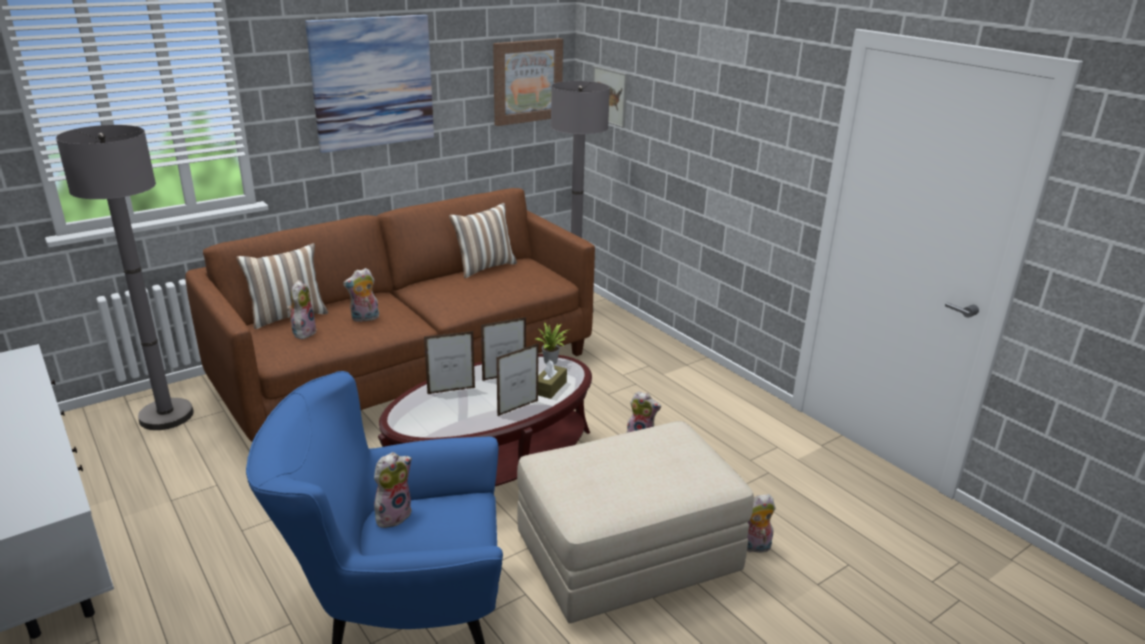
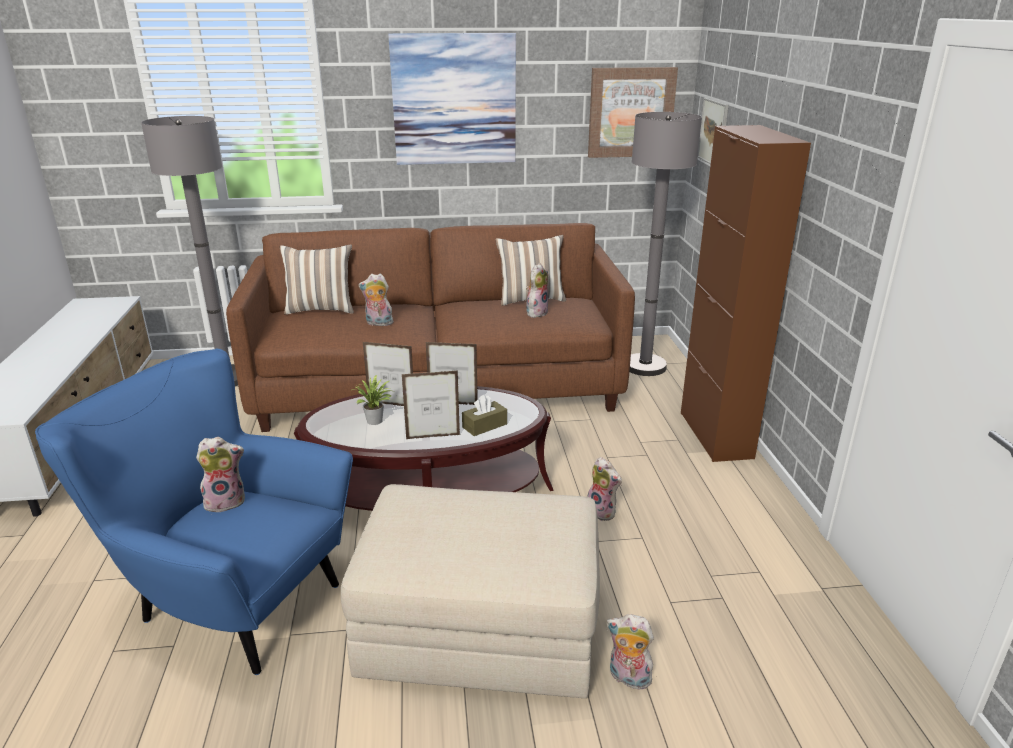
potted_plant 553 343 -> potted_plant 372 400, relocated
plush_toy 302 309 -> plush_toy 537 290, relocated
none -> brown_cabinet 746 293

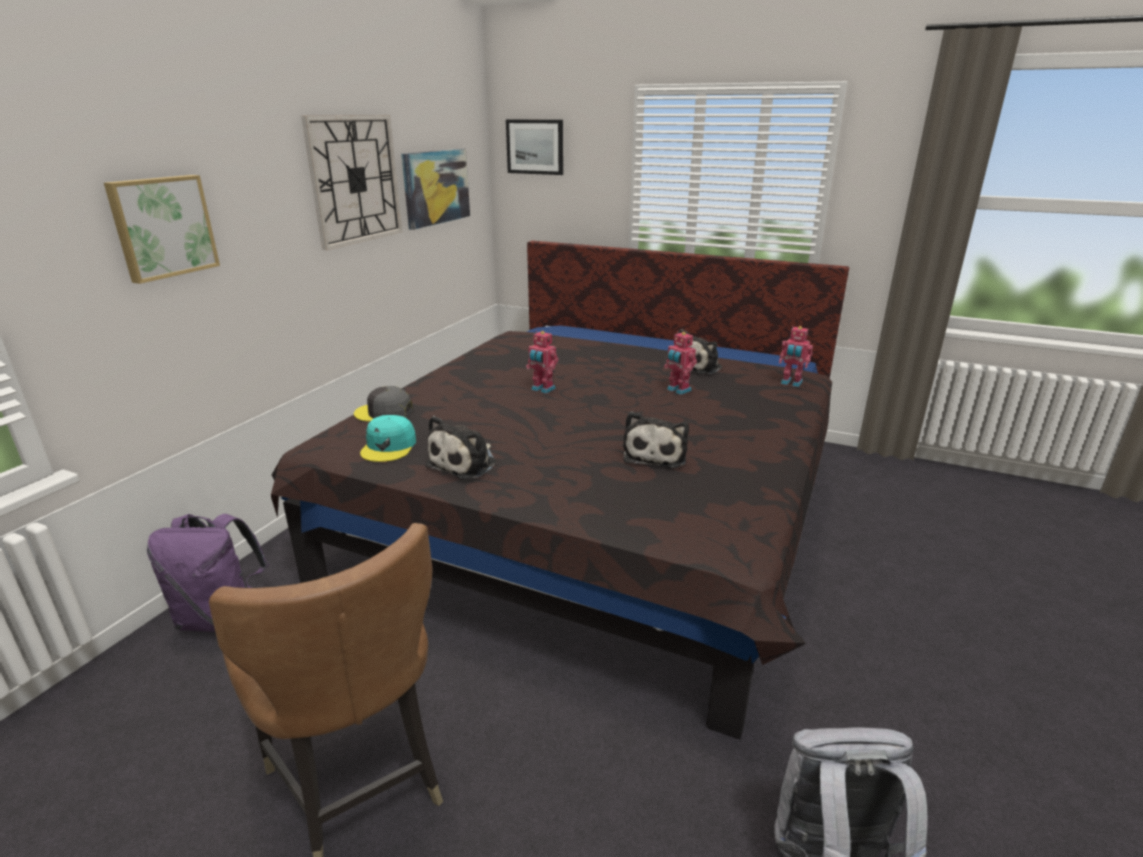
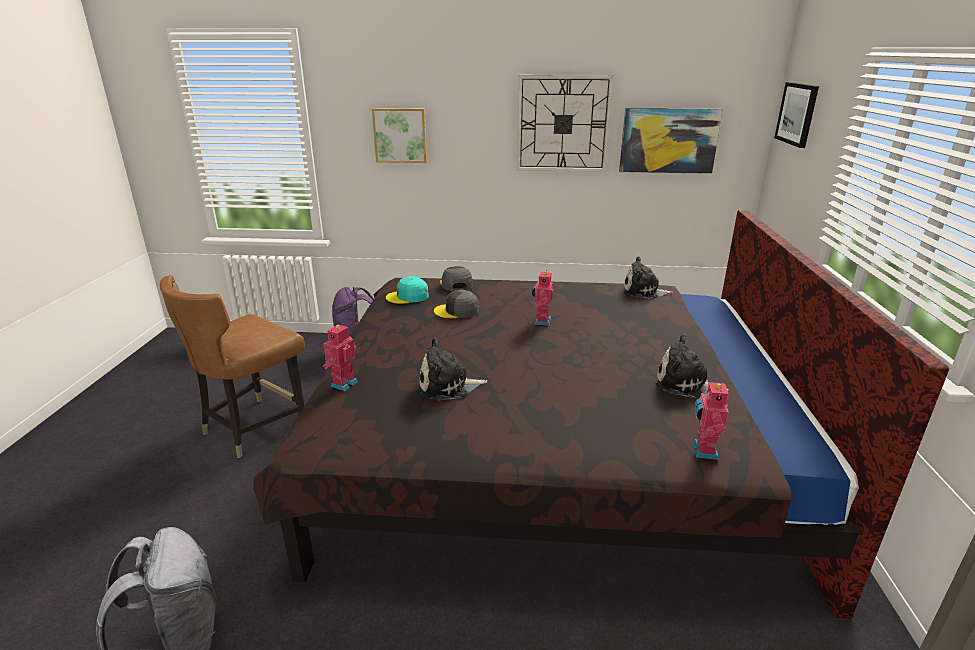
toy_robot 680 363 -> toy_robot 340 357, relocated
none -> grey_cap 456 304
plush_toy 460 447 -> plush_toy 648 277, relocated

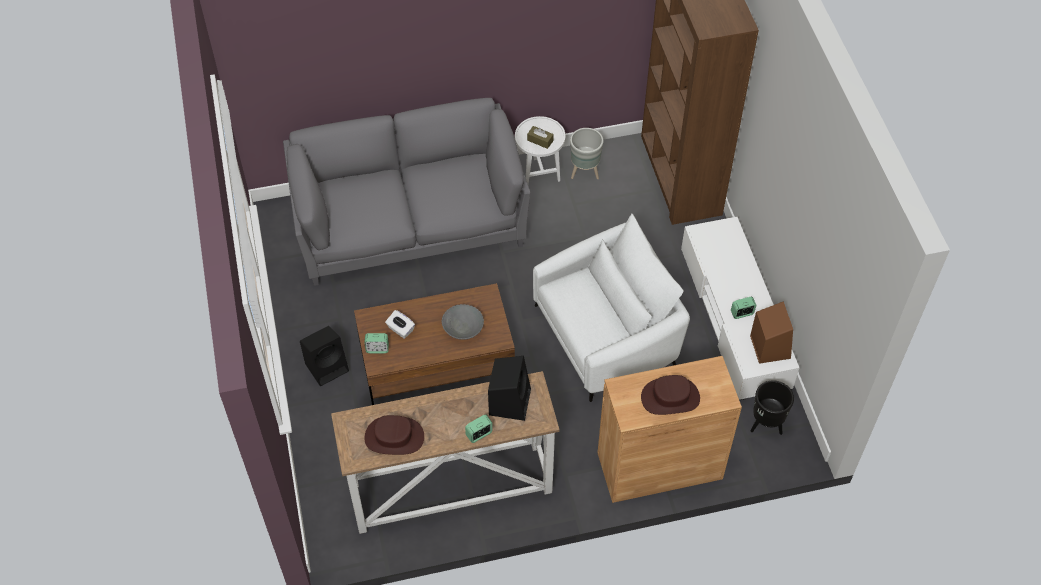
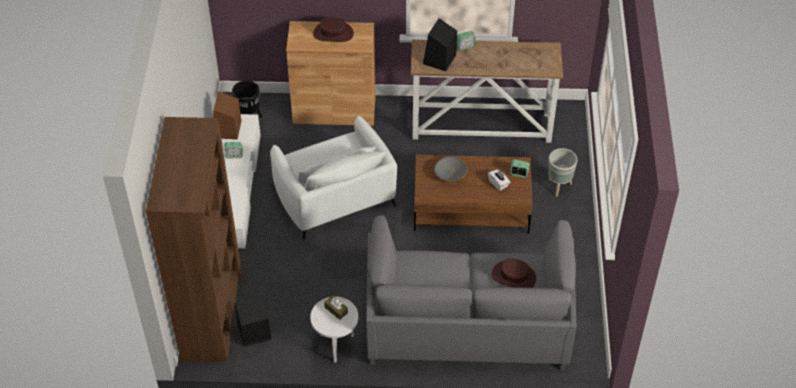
black_speaker 324 356 -> black_speaker 253 321, relocated
white_armchair 611 308 -> white_armchair 333 178, 105 degrees counterclockwise
brown_hat 394 435 -> brown_hat 514 273, relocated
grey_planter 587 153 -> grey_planter 563 172, relocated

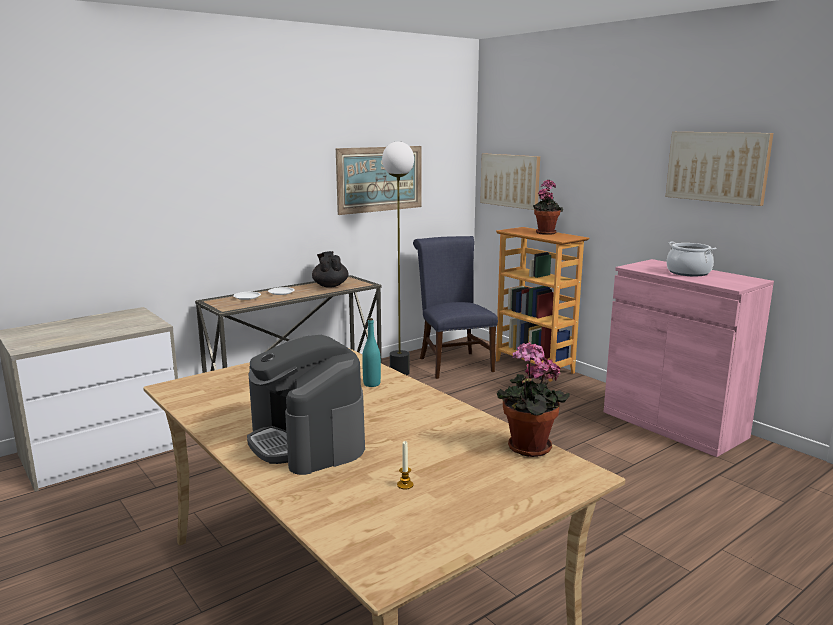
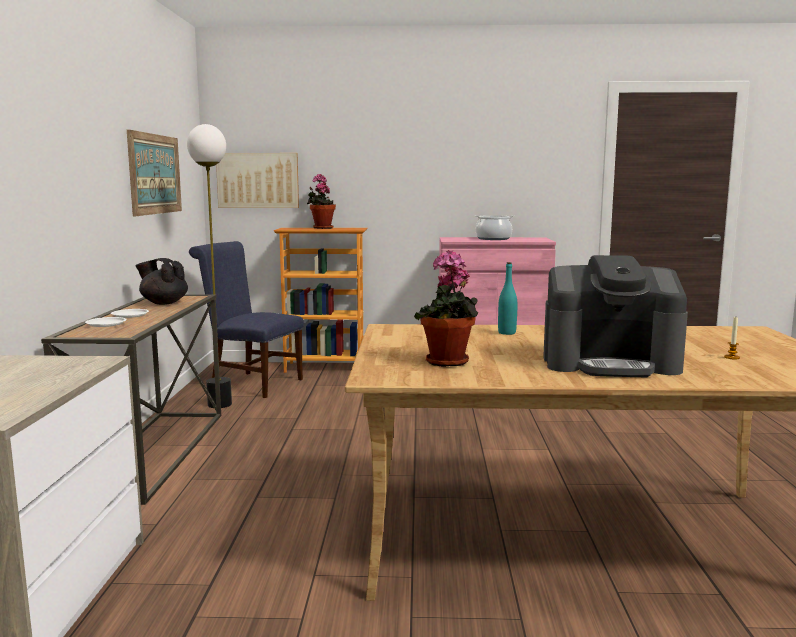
potted_plant 533 399 -> potted_plant 446 308, relocated
picture 719 169 -> none

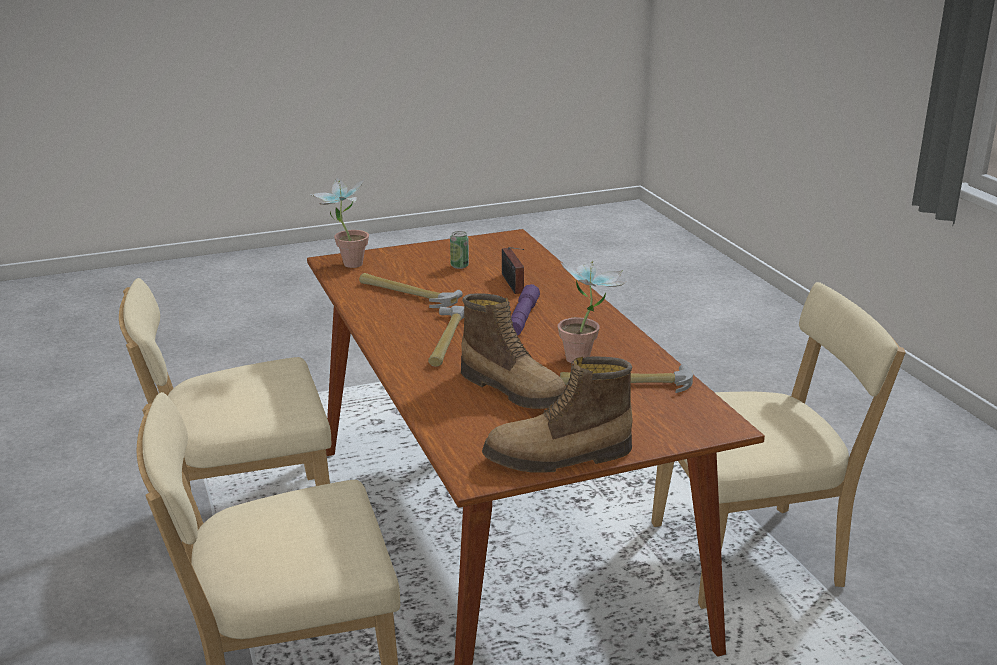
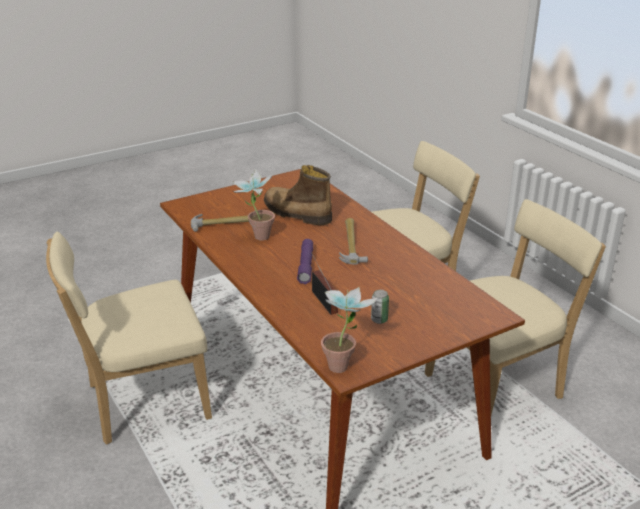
potted_plant 339 222 -> potted_plant 349 330, relocated
hammer 411 290 -> none
boot 557 414 -> none

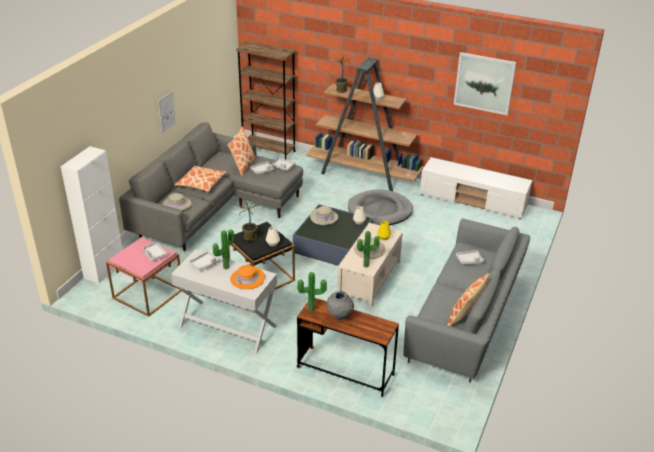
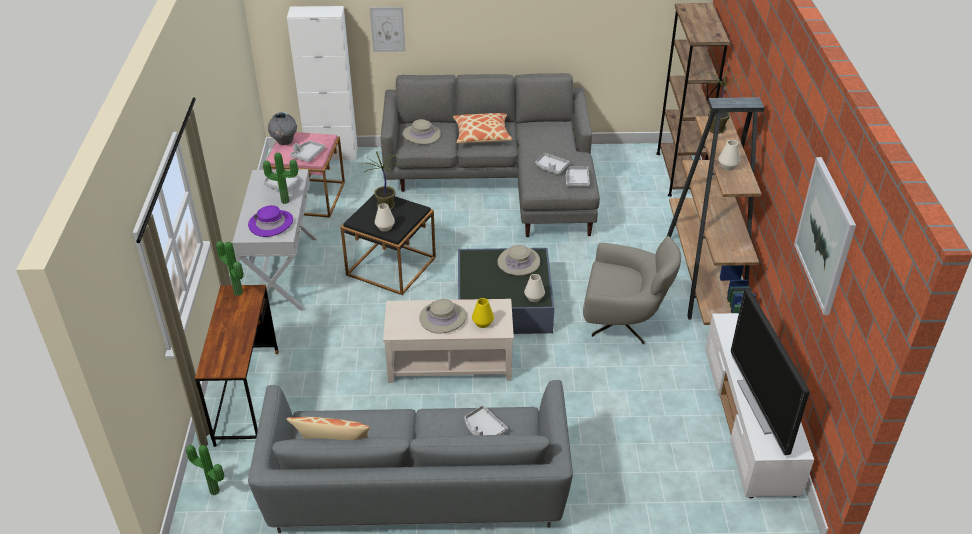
potted_plant 368 249 -> potted_plant 205 470, relocated
orange_hat 247 277 -> purple_hat 270 221
grey_vase 340 305 -> grey_vase 282 128, relocated
picture 167 112 -> picture 388 29, relocated
grey_dog_bed 380 207 -> grey_armchair 632 290
none -> television 770 372
pillow 242 151 -> none

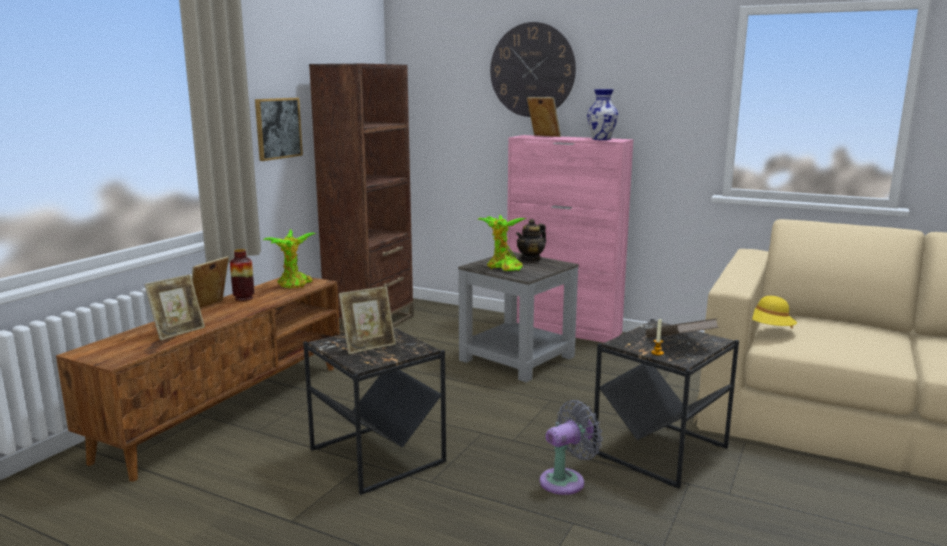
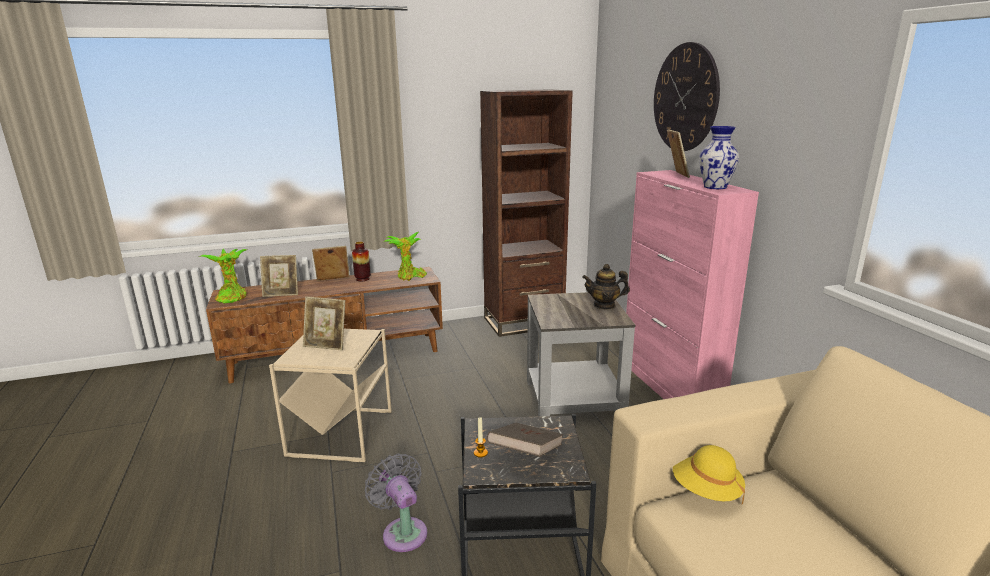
potted_plant 502 243 -> potted_plant 224 276, relocated
black_side_table 374 411 -> beige_side_table 330 395
grey_fan 571 447 -> grey_fan 396 502, 135 degrees counterclockwise
picture 279 129 -> none

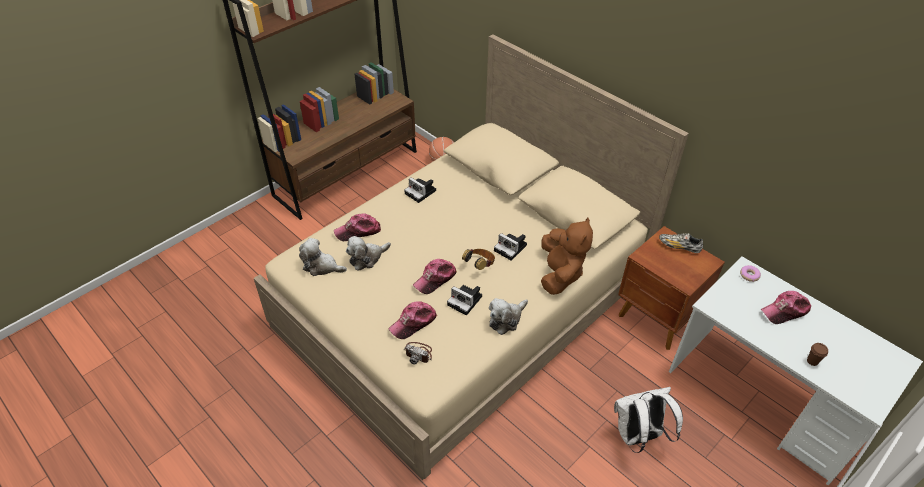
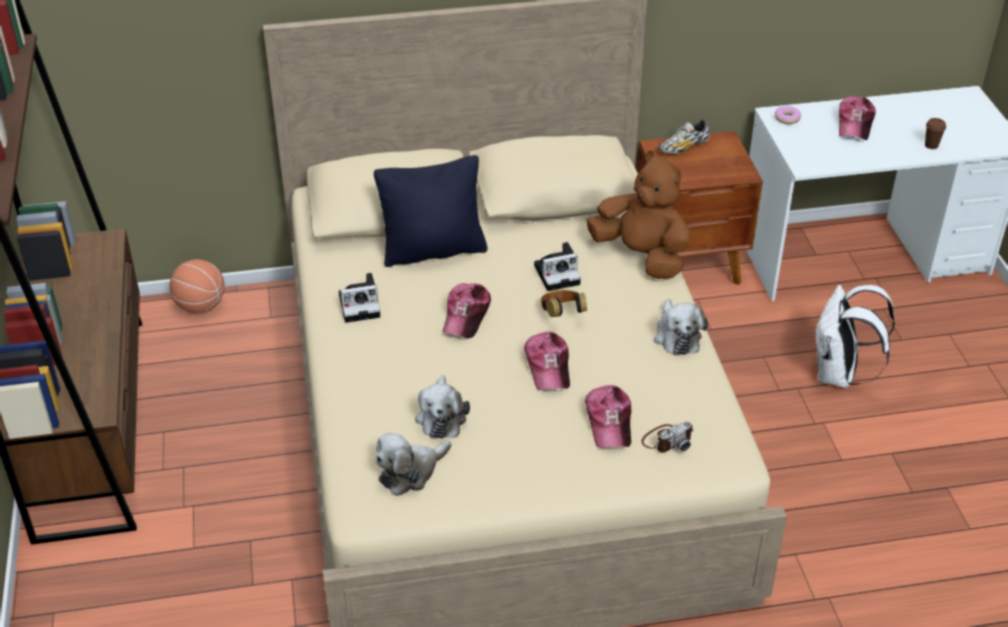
none -> black_pillow 431 211
cap 357 227 -> cap 466 310, relocated
photo_camera 464 300 -> none

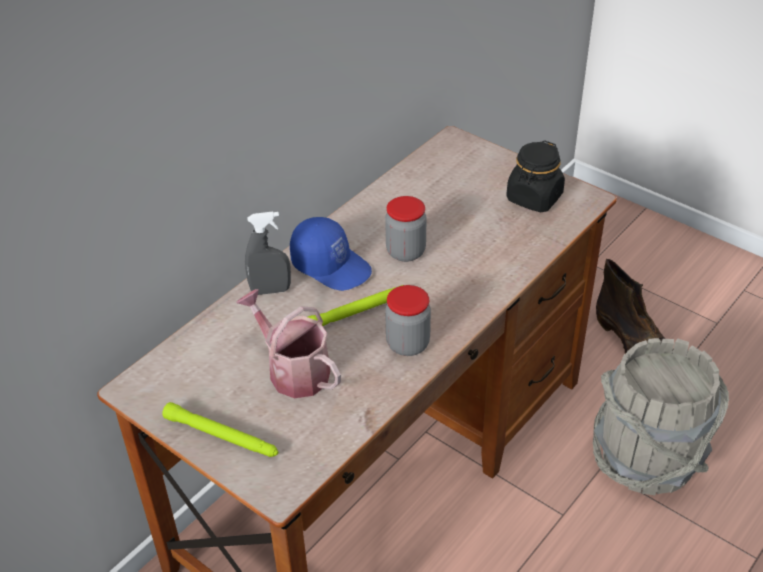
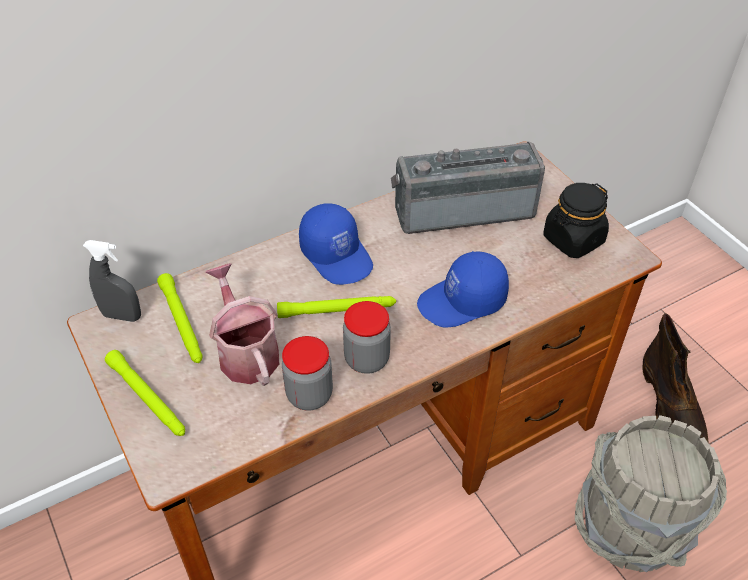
grey_spray_bottle 268 253 -> grey_spray_bottle 112 281, relocated
none -> green_flashlight 180 318
jar 405 229 -> jar 307 373, relocated
none -> radio 468 188
none -> blue_cap 463 289

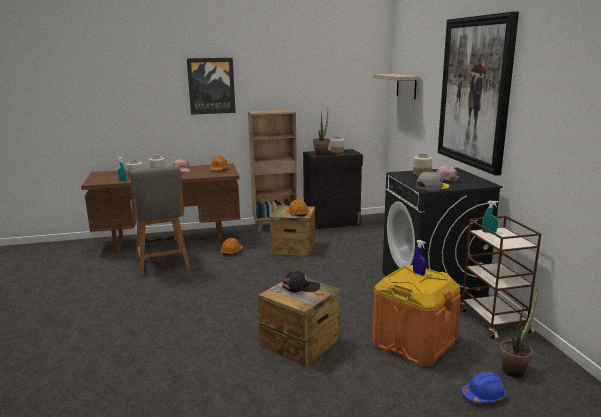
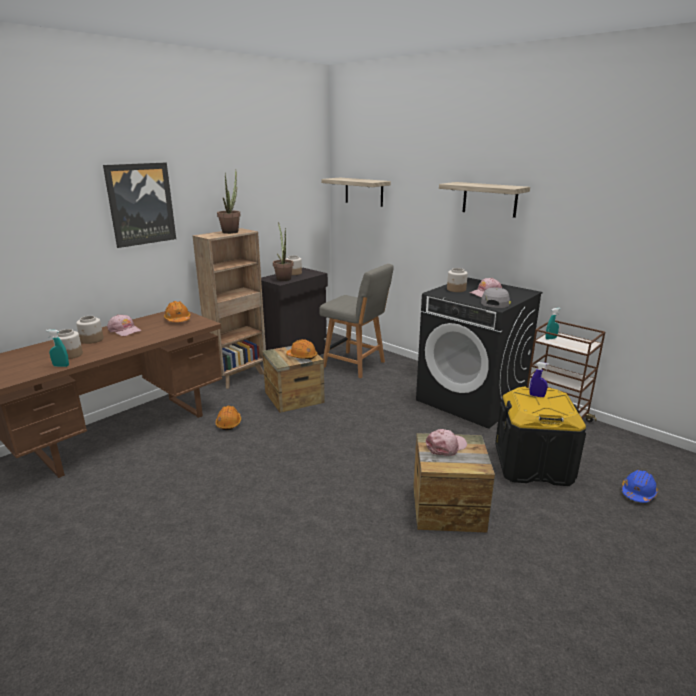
potted_plant 518 333 -> potted_plant 229 202, relocated
grey_chair 160 221 -> grey_chair 356 321, relocated
black_cap 301 282 -> pink_cap 446 442
picture 478 94 -> shelf 484 200
orange_storage_box 416 315 -> black_storage_box 540 436

